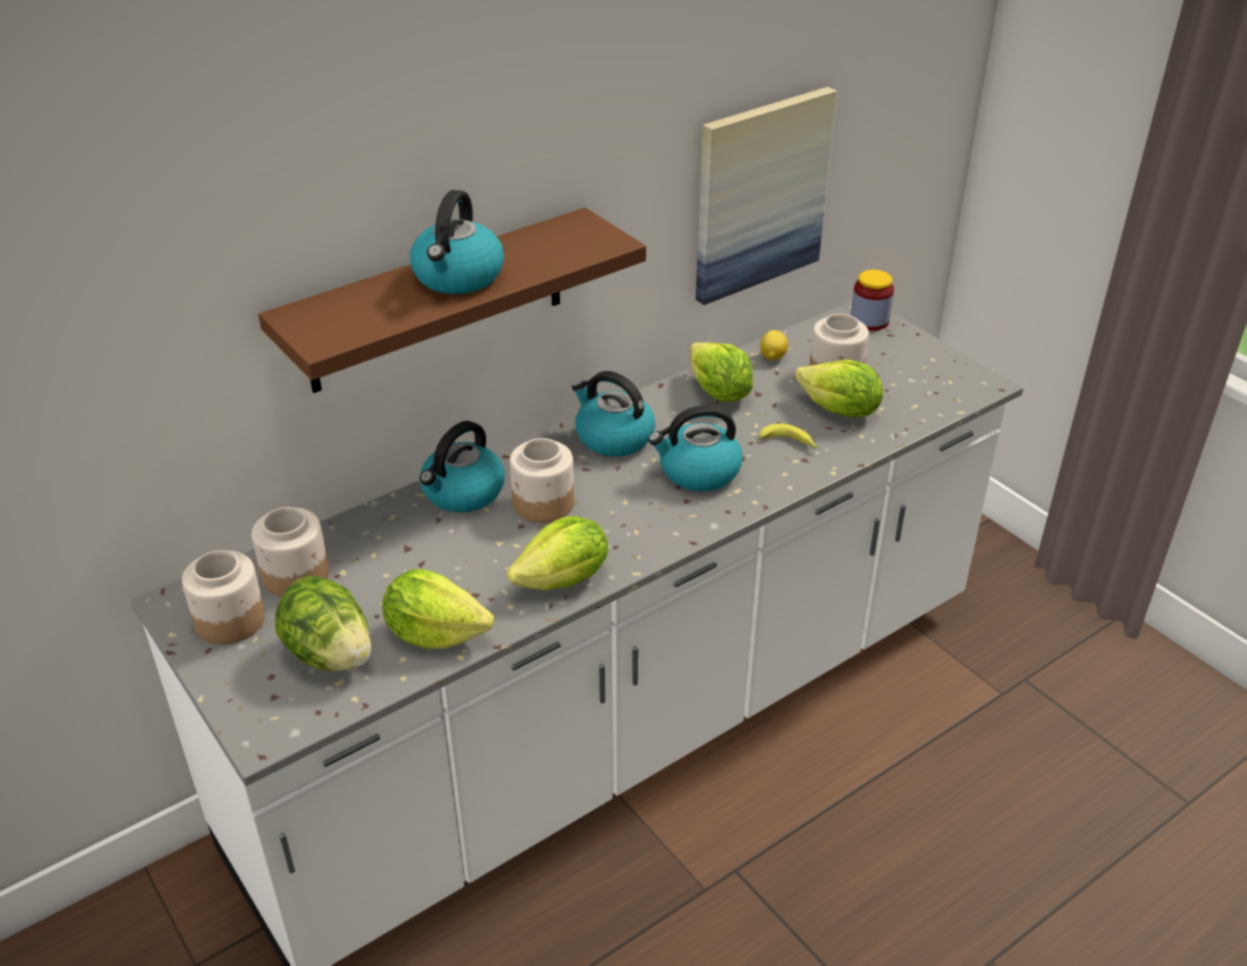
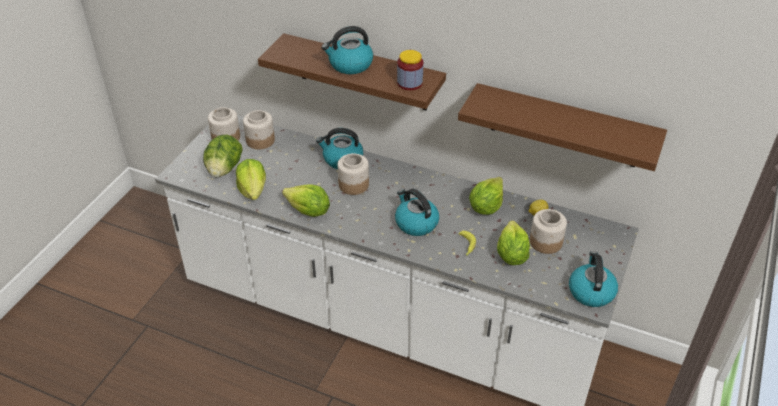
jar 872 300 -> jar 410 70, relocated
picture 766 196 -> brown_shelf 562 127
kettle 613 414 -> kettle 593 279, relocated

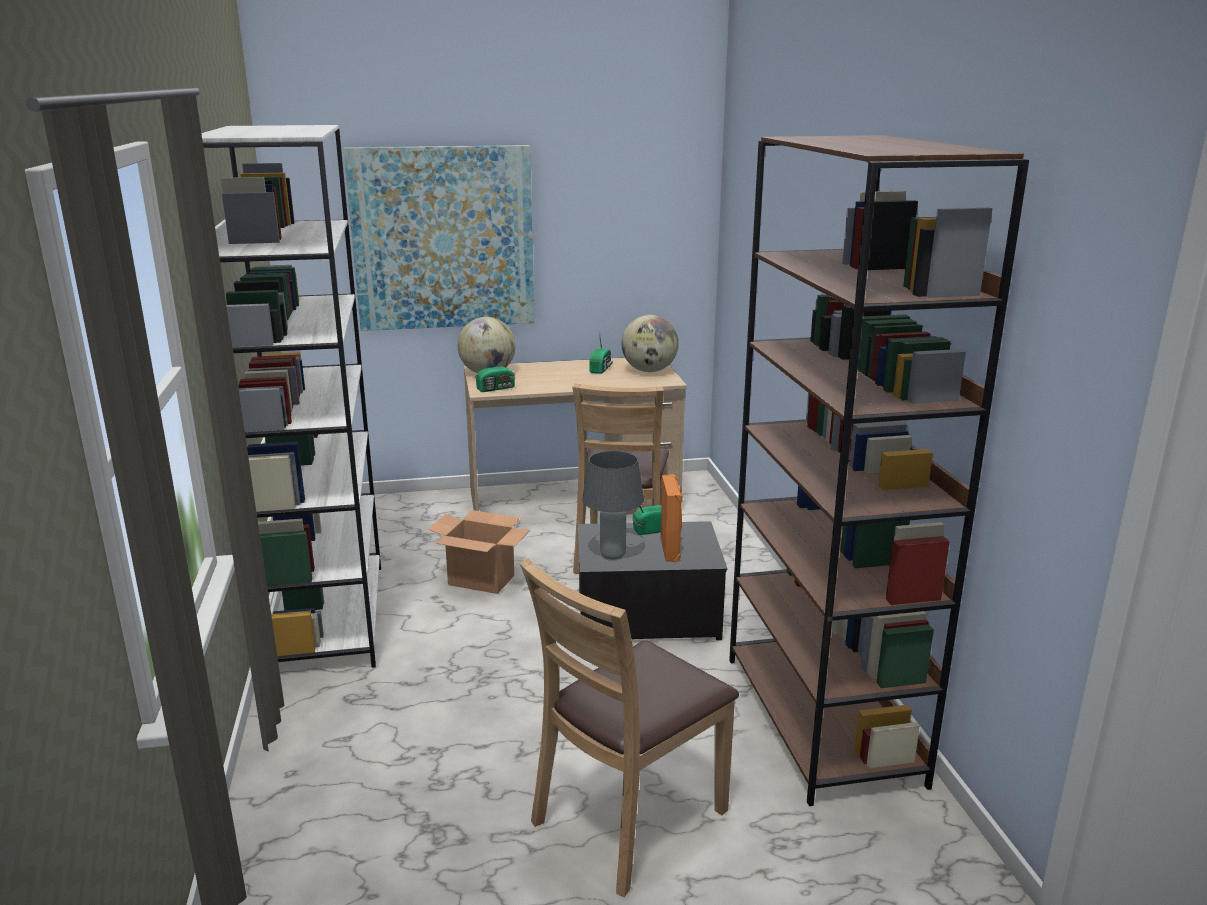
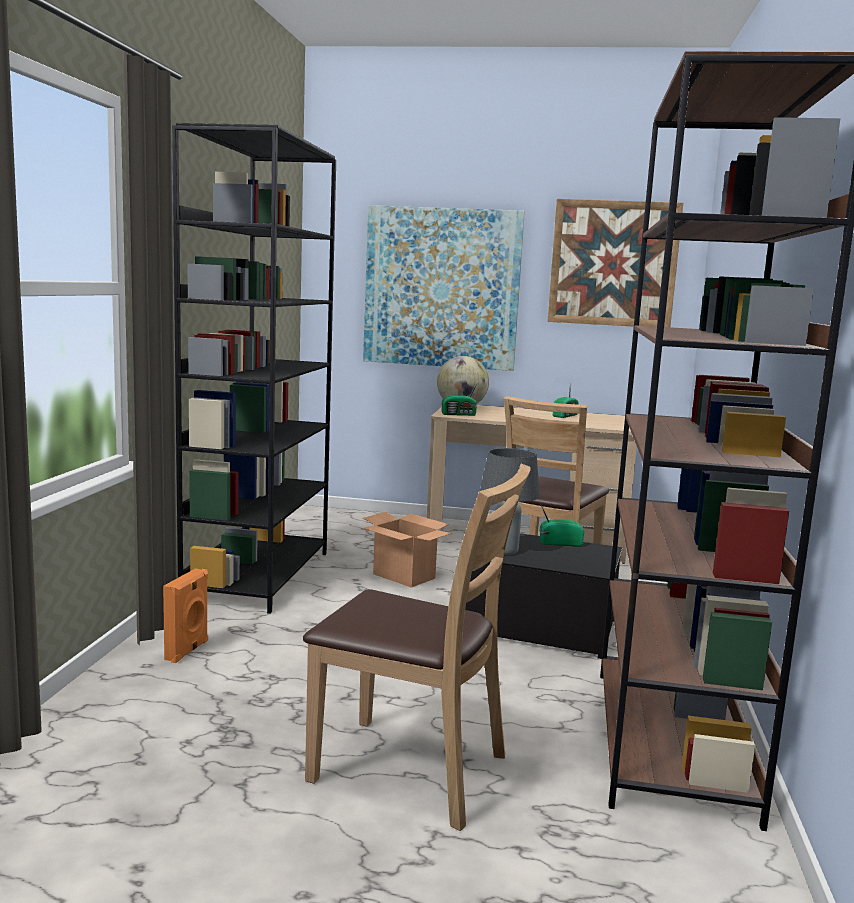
orange_speaker 672 518 -> orange_speaker 185 615, relocated
white_bookcase 291 396 -> black_bookcase 254 368
brown_chair 629 727 -> brown_chair 417 647, 135 degrees counterclockwise
none -> picture 615 263
globe 650 343 -> none

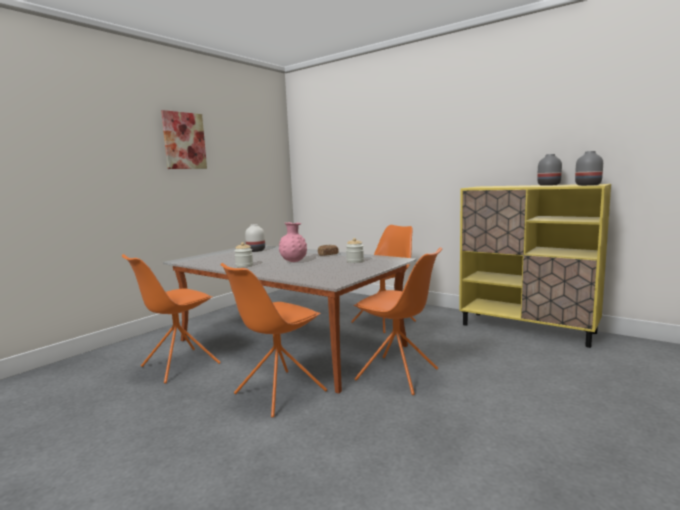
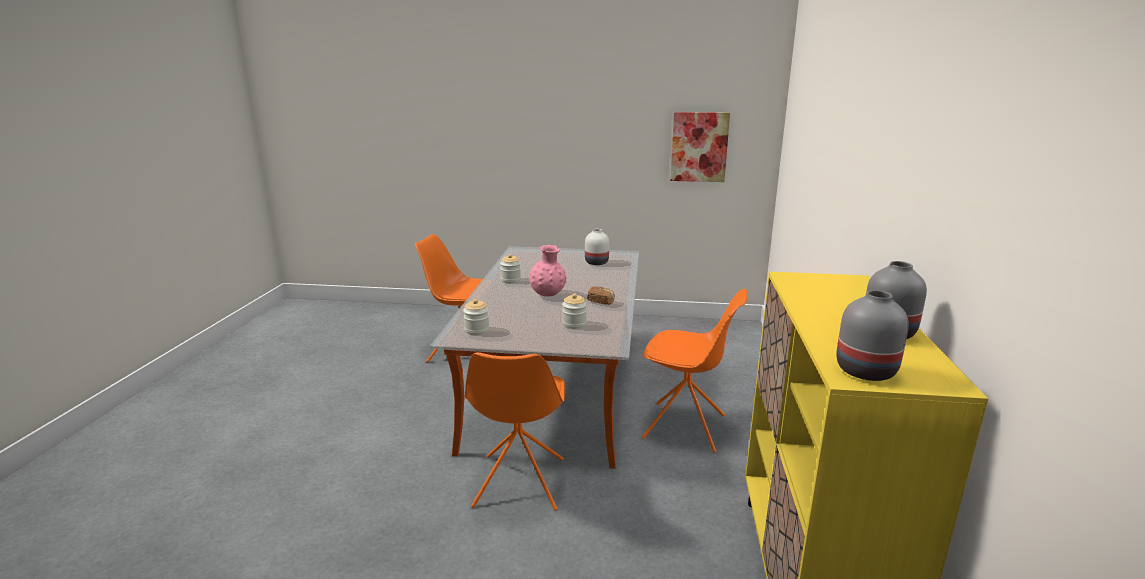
none -> jar 476 317
picture 184 139 -> picture 700 147, relocated
orange_chair 274 340 -> none

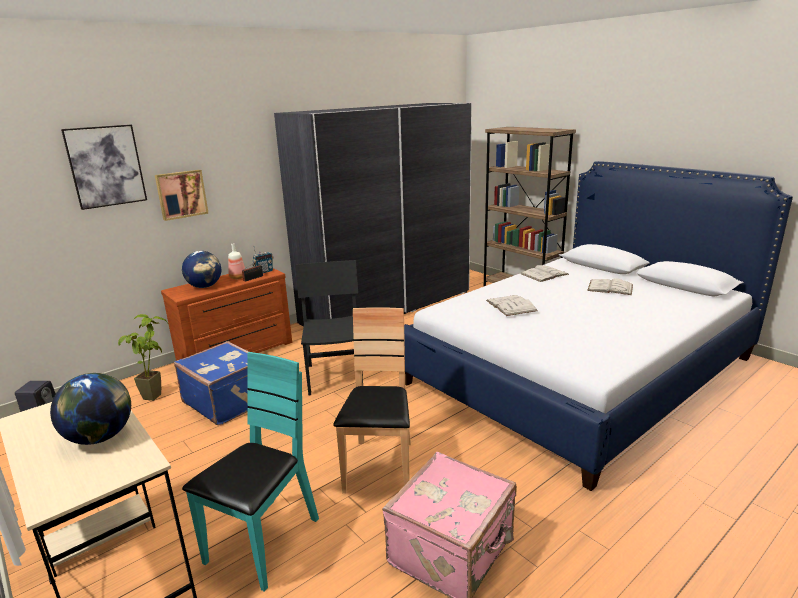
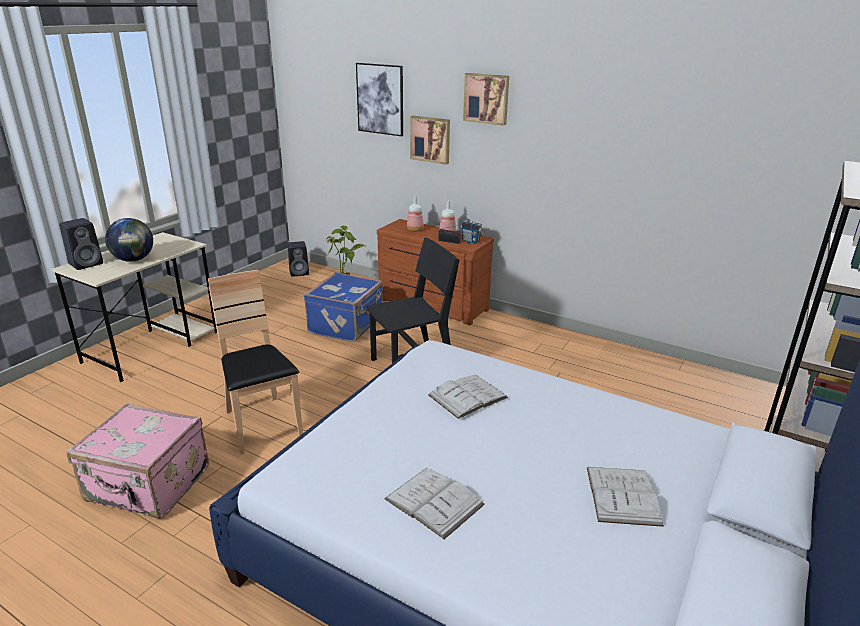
none -> black_speaker 81 244
brown_chair 372 400 -> brown_chair 255 362, 105 degrees counterclockwise
white_book 545 273 -> white_book 434 503, relocated
globe 201 269 -> bottle 415 214
none -> picture 486 99
turquoise_chair 250 472 -> none
grey_wardrobe 373 215 -> none

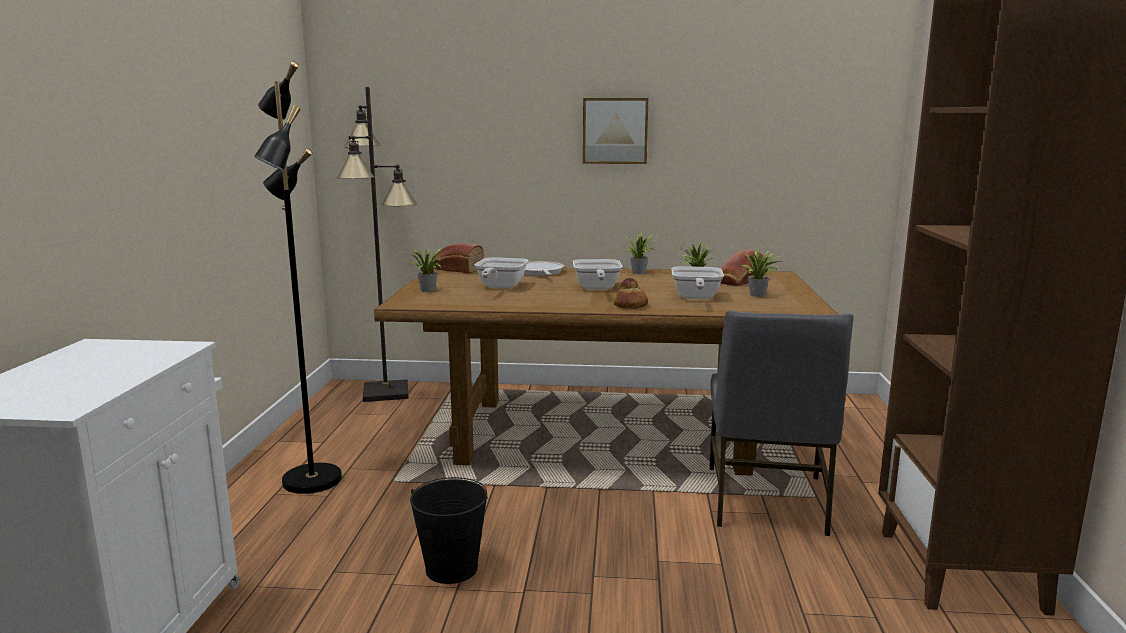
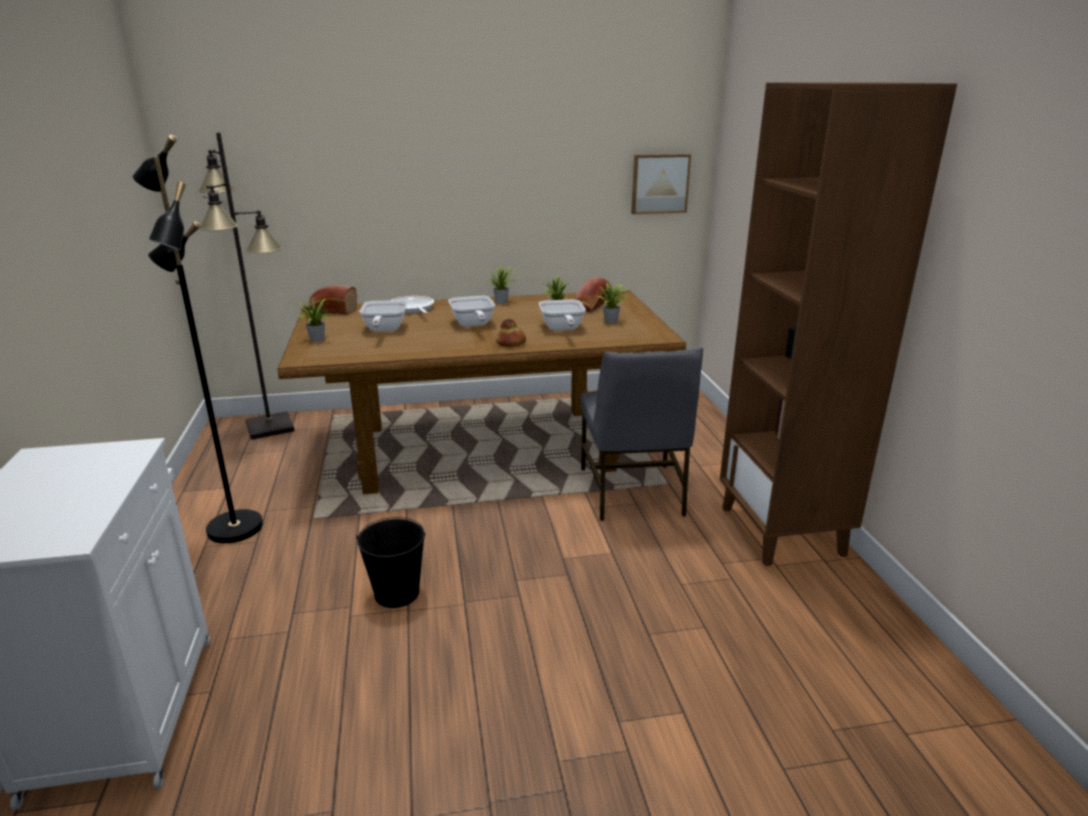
picture 615 131 -> picture 661 184, relocated

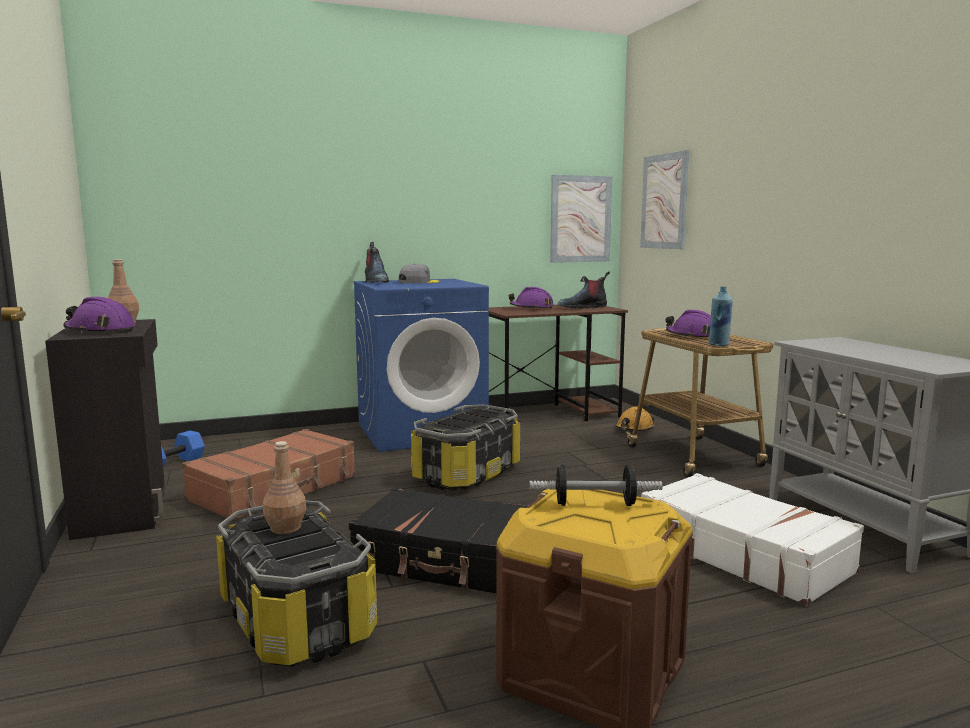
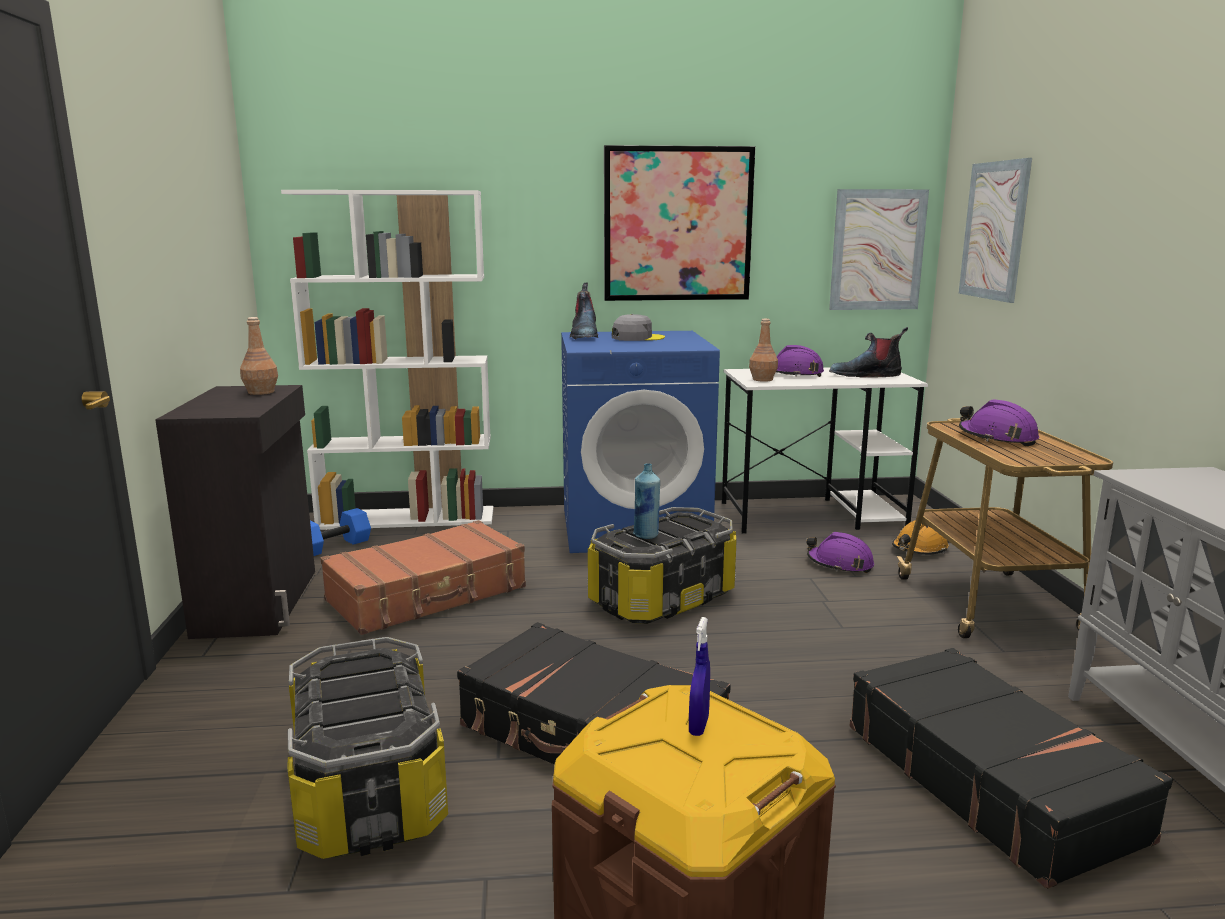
none -> white_bookcase 387 360
none -> picture 679 223
blue_bottle 721 316 -> blue_bottle 646 501, relocated
dumbbell 596 485 -> blue_spray_bottle 699 676
brown_desk 558 363 -> white_desk 825 450
brown_bottle 284 487 -> brown_bottle 763 350, relocated
purple_hard_hat 99 315 -> purple_hard_hat 840 552, relocated
white_suitcase 752 539 -> black_suitcase 1011 768

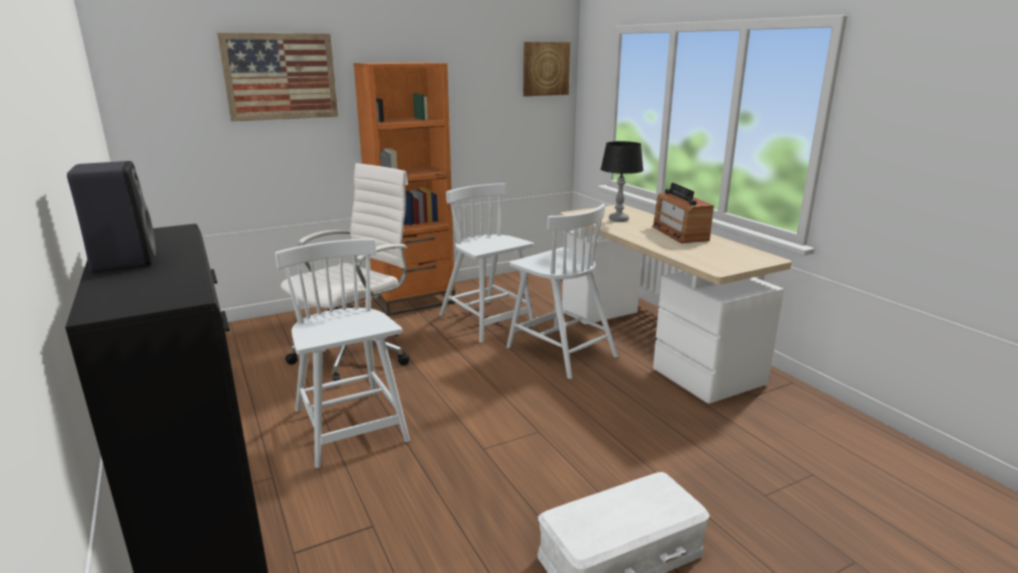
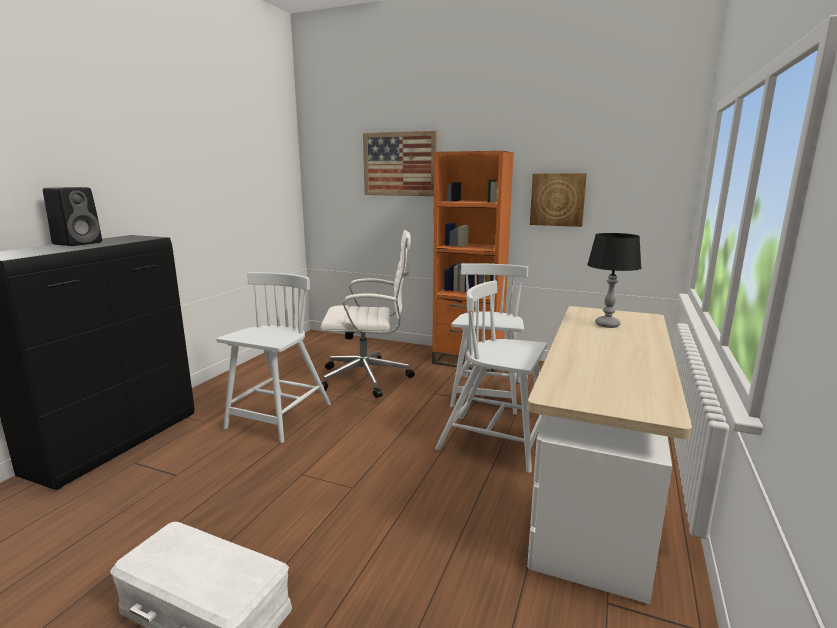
white_chair 562 291 -> white_chair 491 377, 105 degrees clockwise
picture 546 69 -> picture 558 200, relocated
radio 683 213 -> none

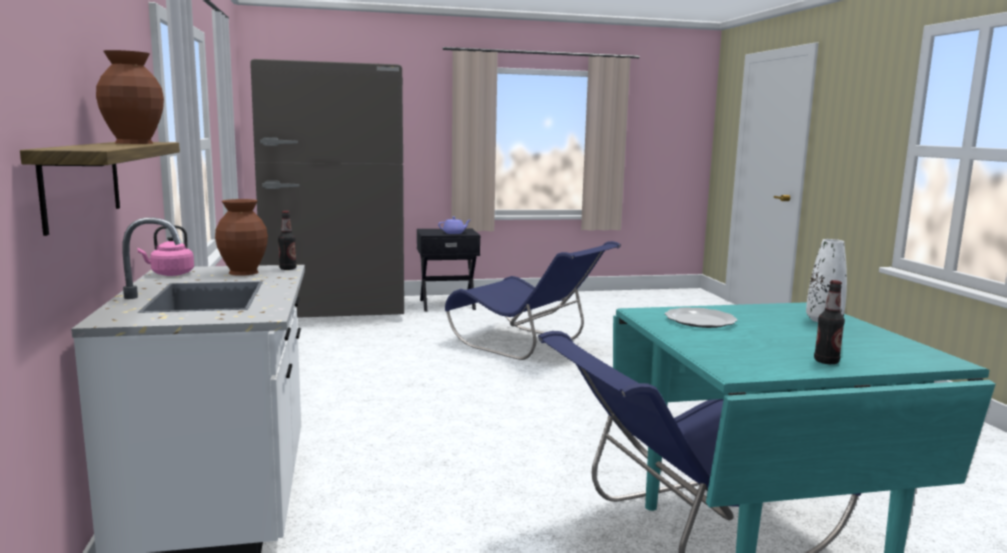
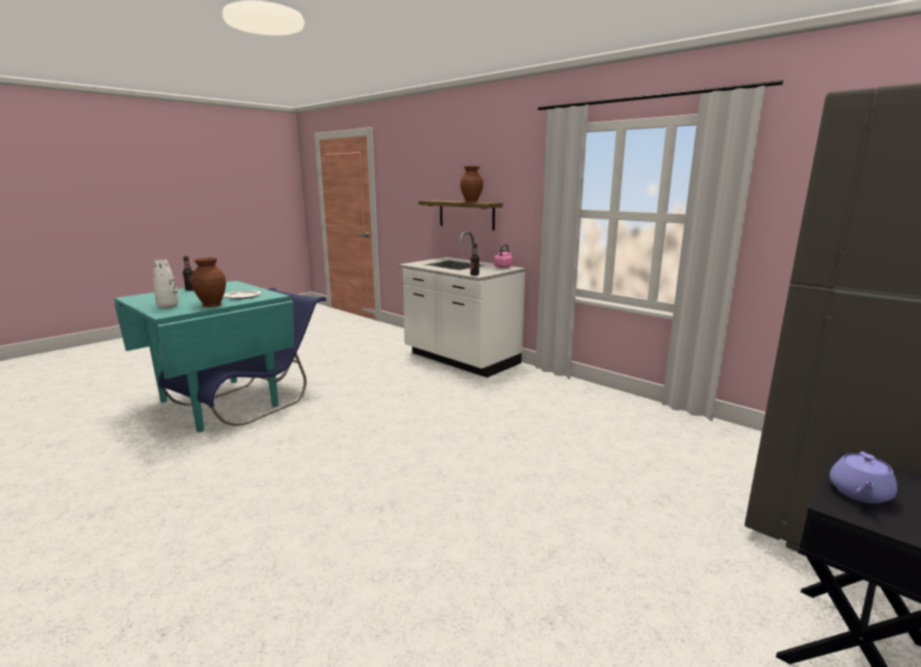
brown_vase 241 237 -> brown_vase 208 282, relocated
blue_chair 533 300 -> none

